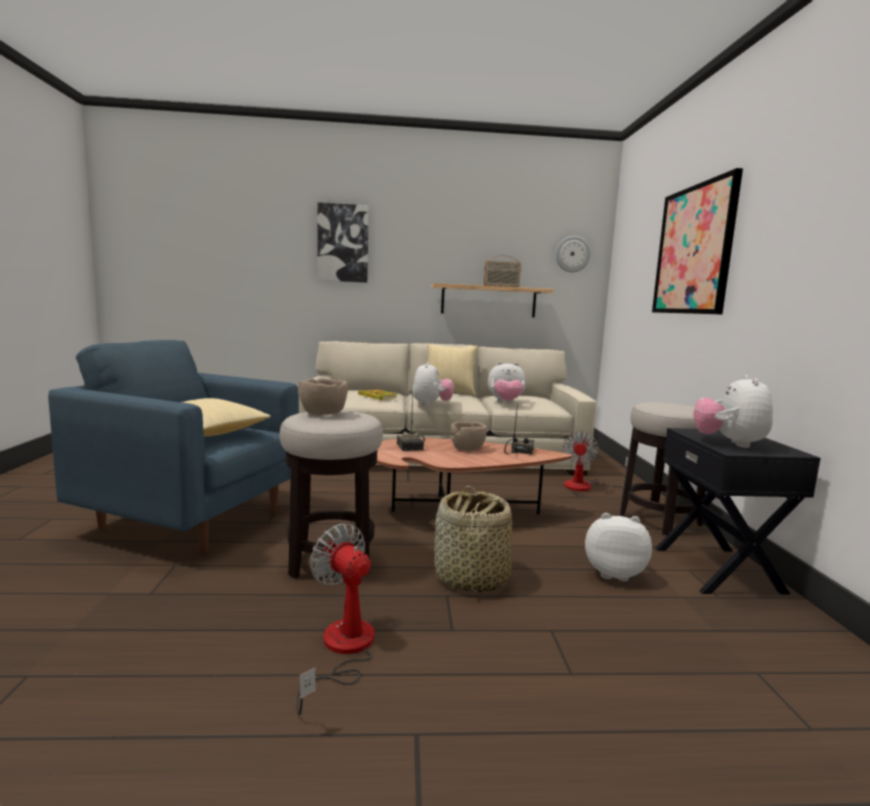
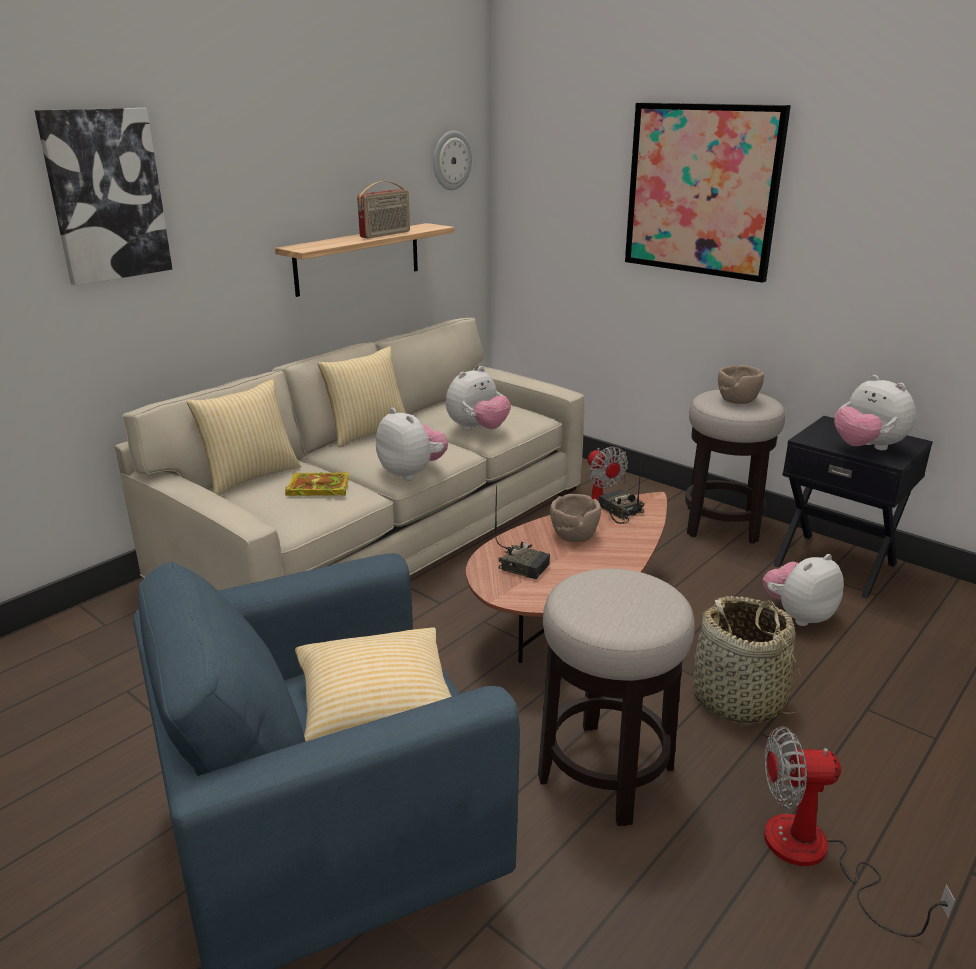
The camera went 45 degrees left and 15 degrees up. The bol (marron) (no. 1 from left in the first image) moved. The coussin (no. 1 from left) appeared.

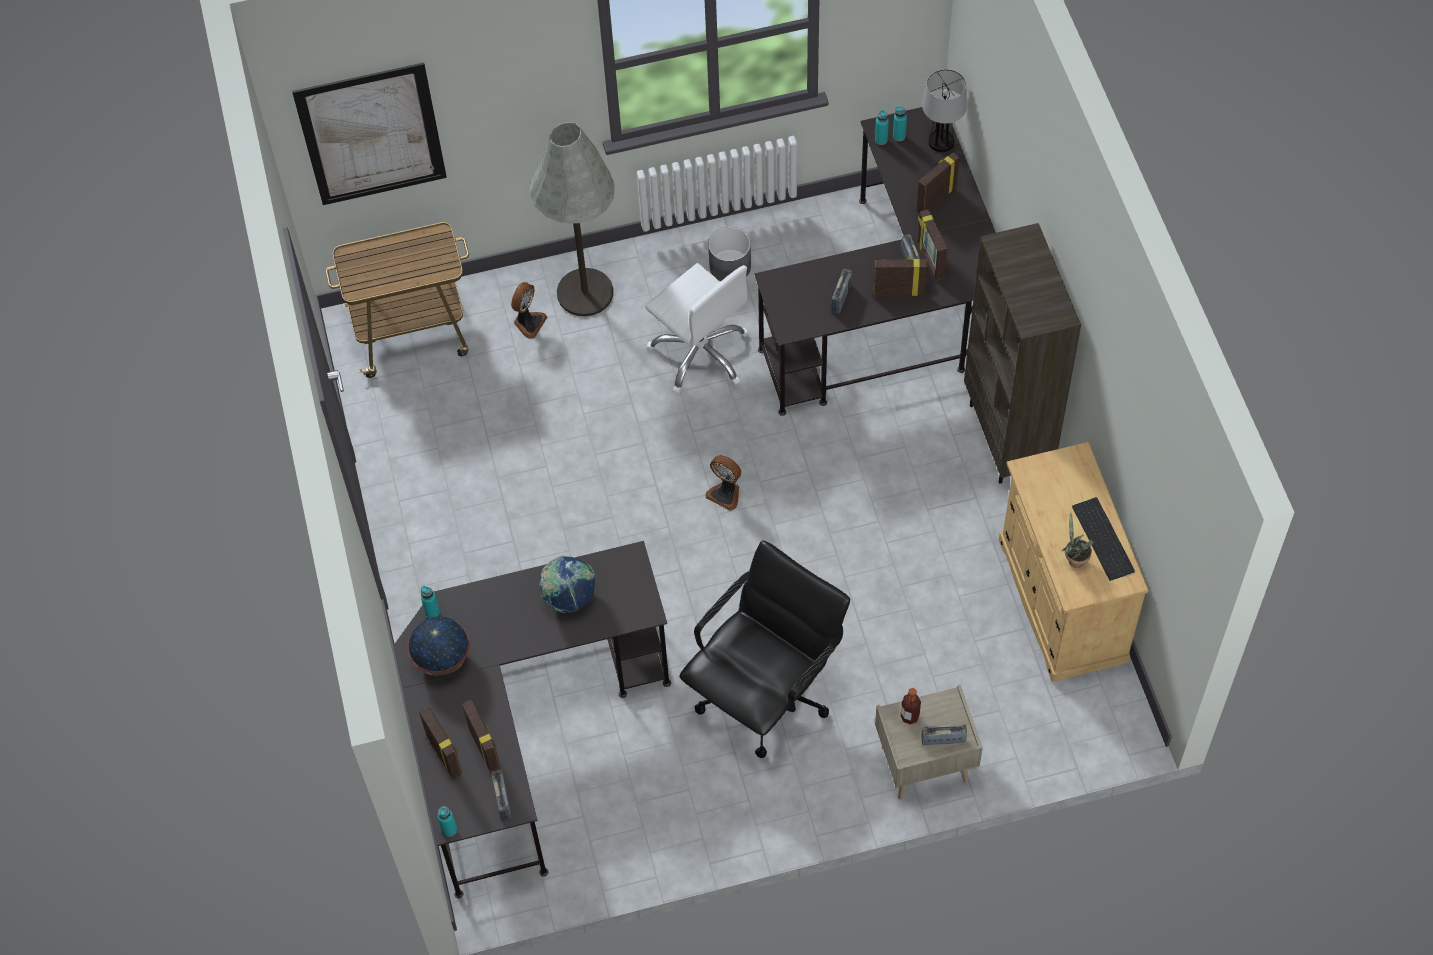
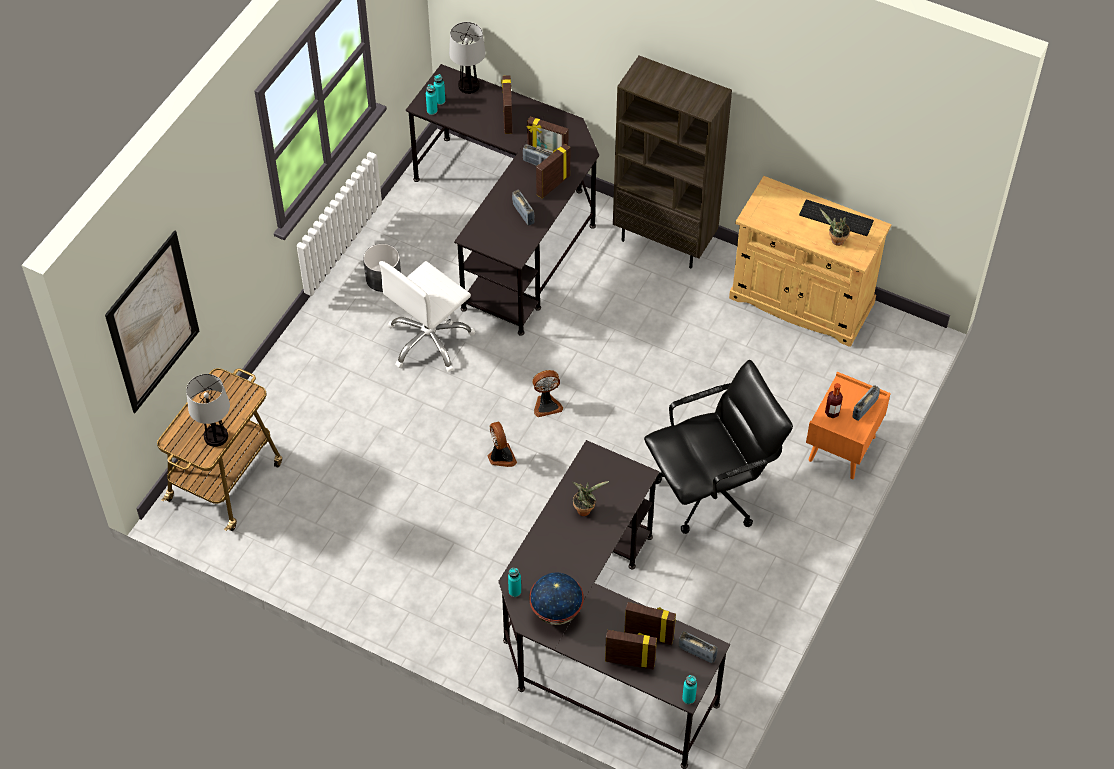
The camera went 50 degrees left and 5 degrees down. The ventilateur (no. 1 from left) moved. The lampadaire (gris) disappeared. The globe (no. 2 from left) was replaced by the plante en pot (no. 1 from left). The chaise de bureau (blanc) turned 135 degrees clockwise. The chaise de bureau (noir) turned 75 degrees clockwise. The table de chevet (beige) became the table de chevet (orange). The lampe de table (no. 1 from left) appeared.

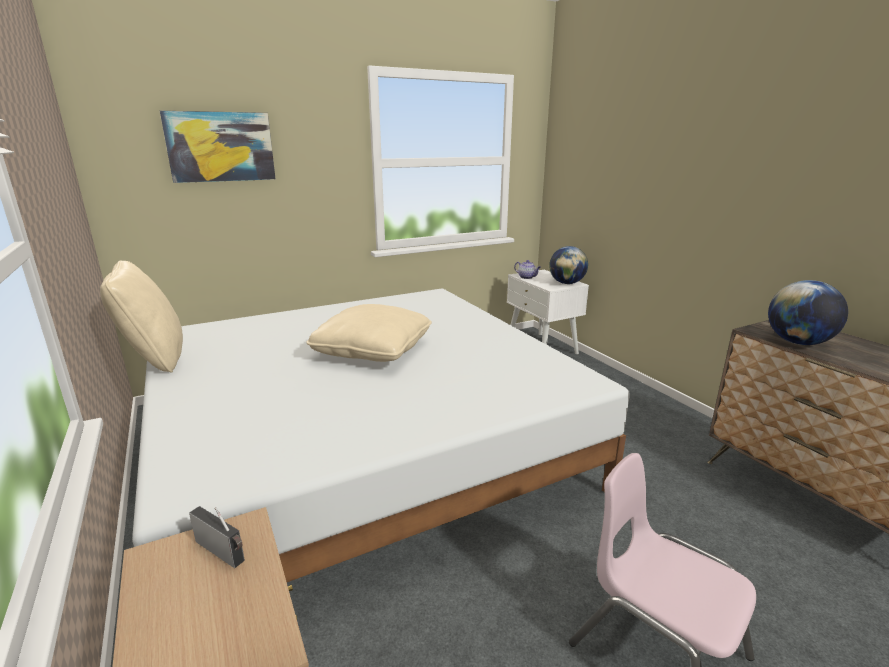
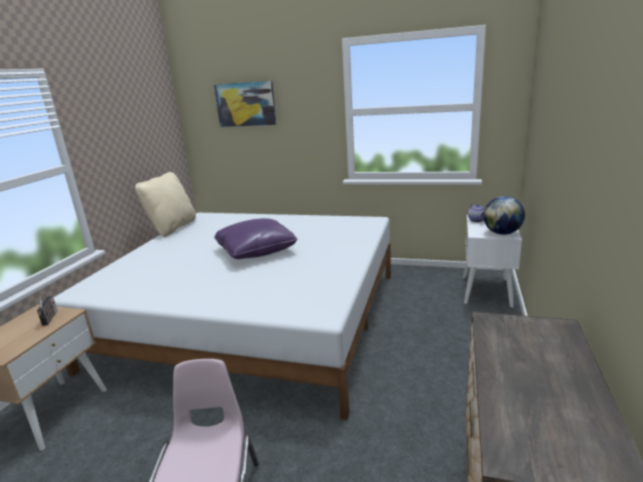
The camera went 45 degrees right and 0 degrees up. The coussin (beige) (no. 2 from left) became the coussin (violet). The globe (no. 2 from left) disappeared.

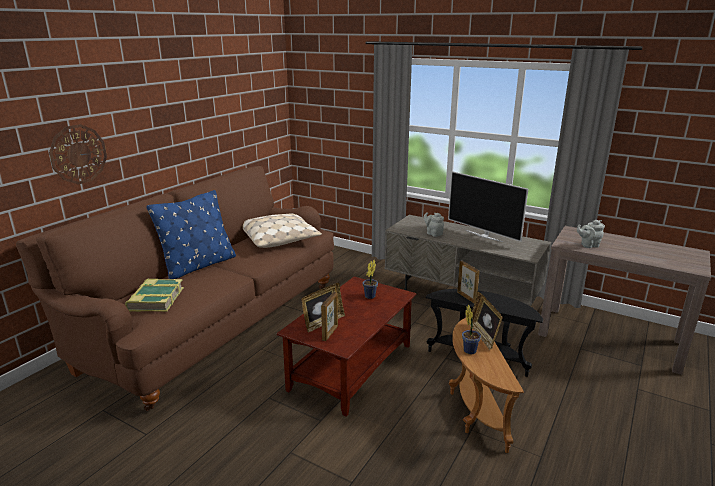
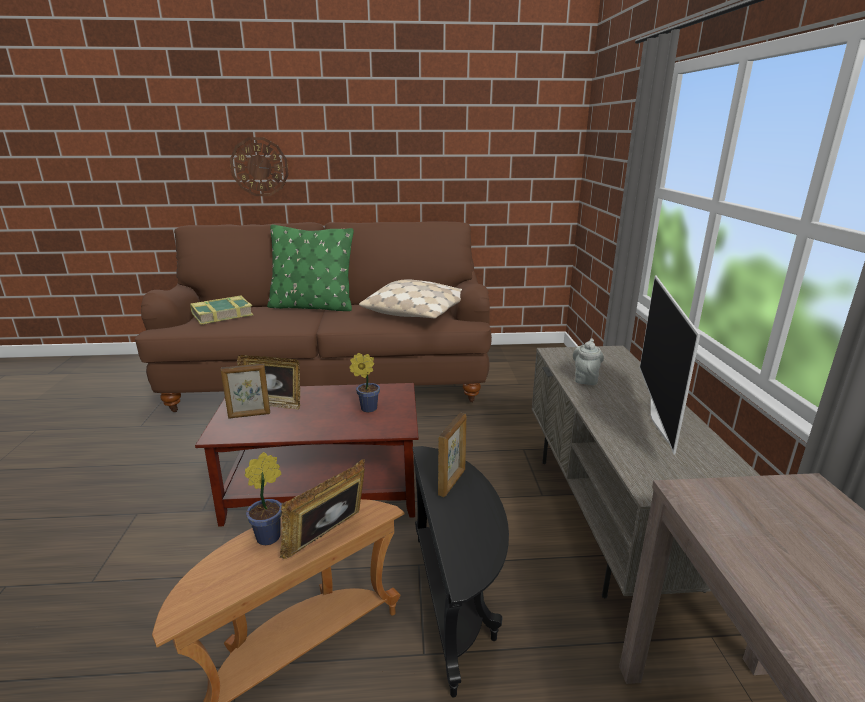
The camera went 55 degrees right and 0 degrees up. The coussin (bleu) became the coussin (vert). The théière (gris) (no. 2 from left) disappeared.

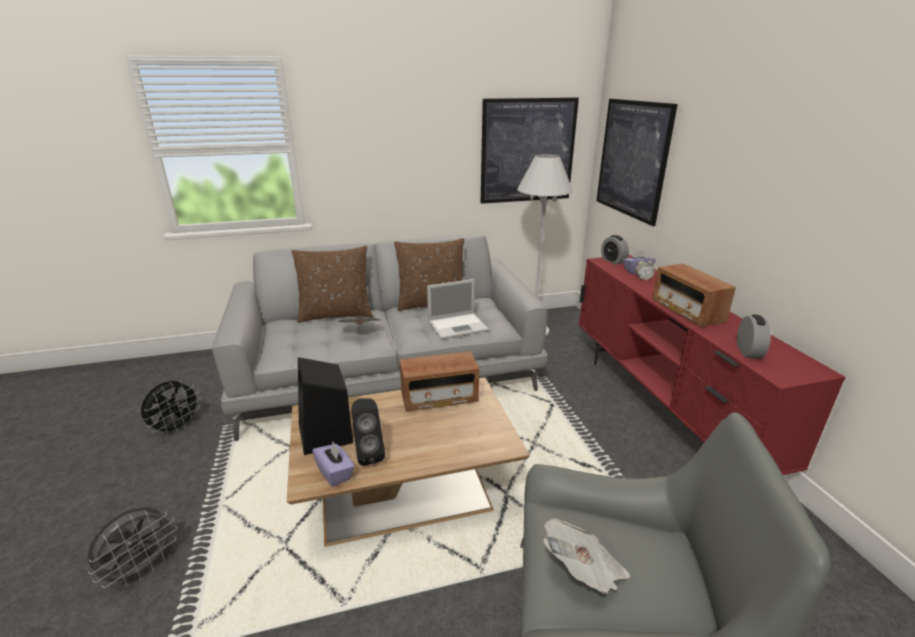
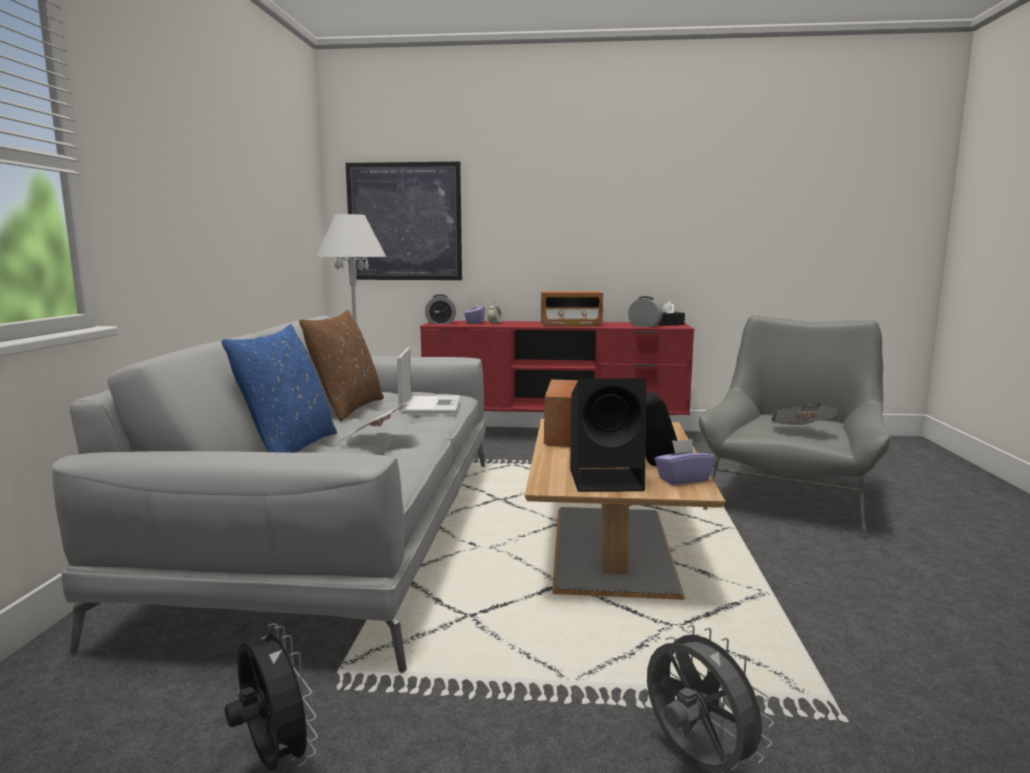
The camera went 70 degrees left and 15 degrees down. The coussin (marron) (no. 1 from left) became the coussin (bleu). The tableau (no. 1 from left) disappeared. The boîte à mouchoirs (noir) appeared.

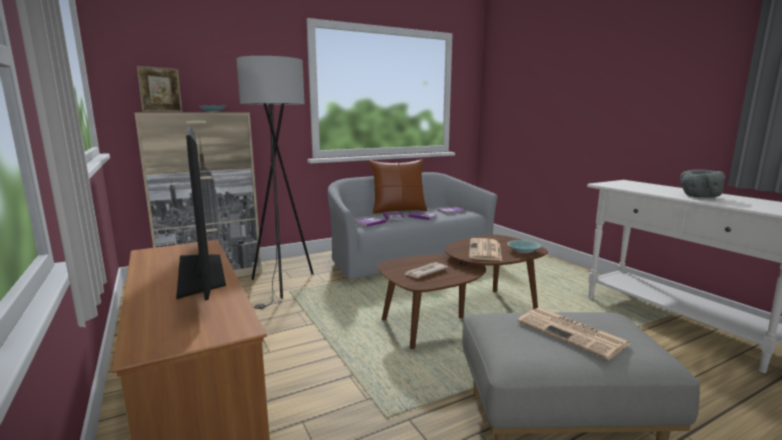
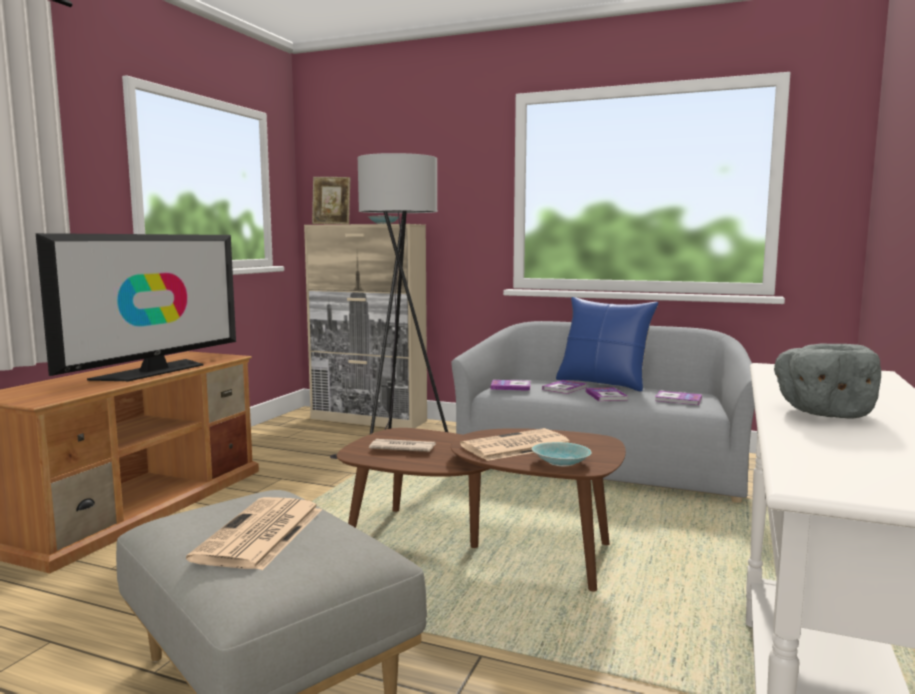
The camera went 50 degrees right and 5 degrees down. The coussin (marron) became the coussin (bleu).

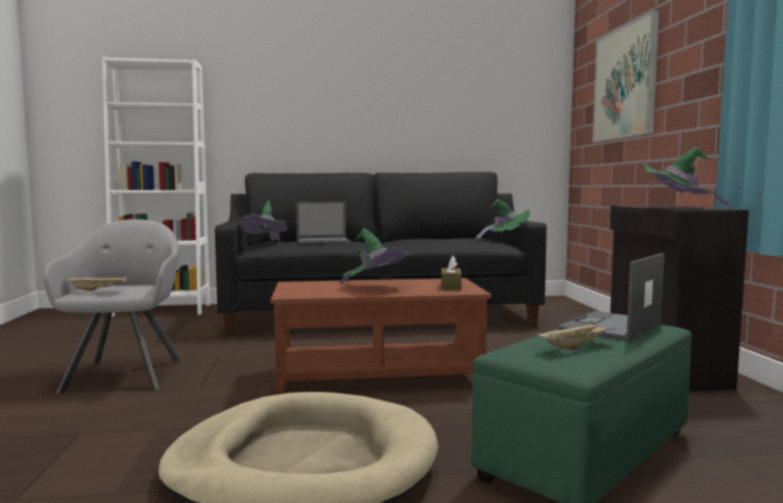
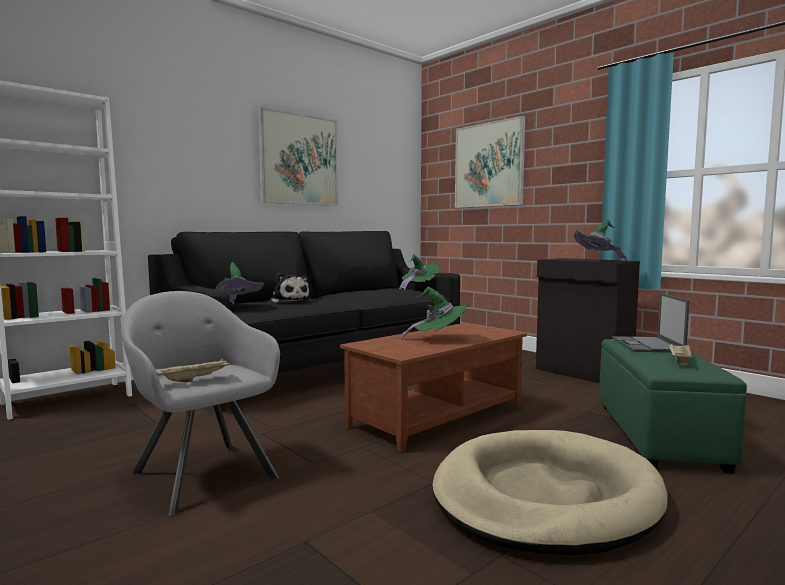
The camera went 35 degrees left and 0 degrees up. The ordinateur portable (no. 1 from left) was replaced by the peluche. The boîte à mouchoirs (marron) disappeared. The tableau (no. 1 from left) appeared.

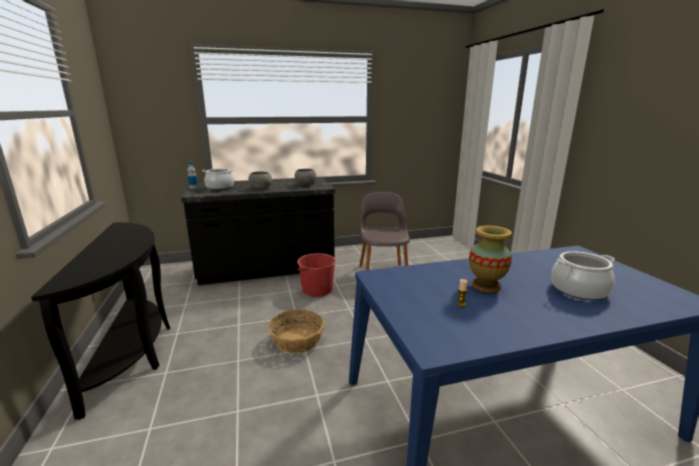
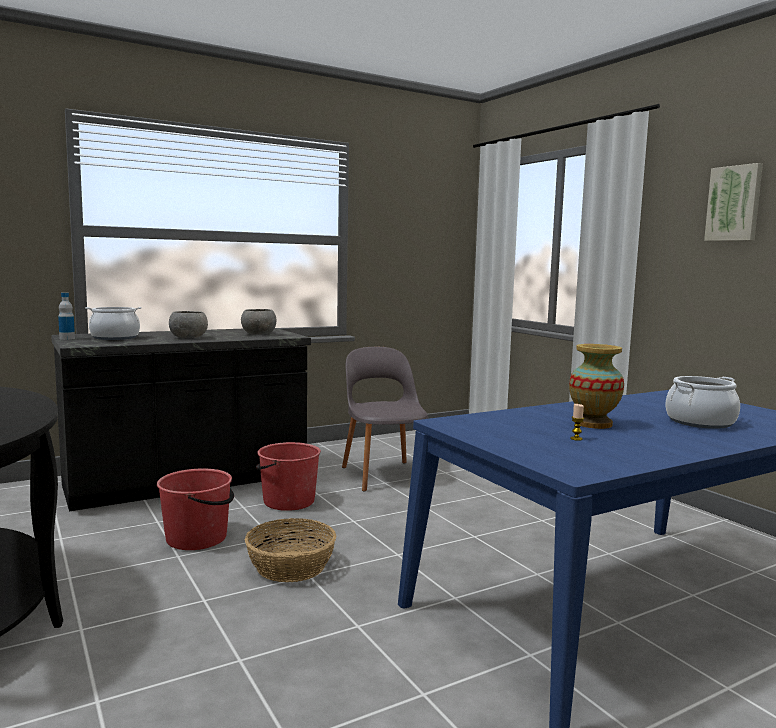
The camera went 15 degrees left and 10 degrees down. The seau (rouge) (no. 1 from left) appeared. The tableau appeared.

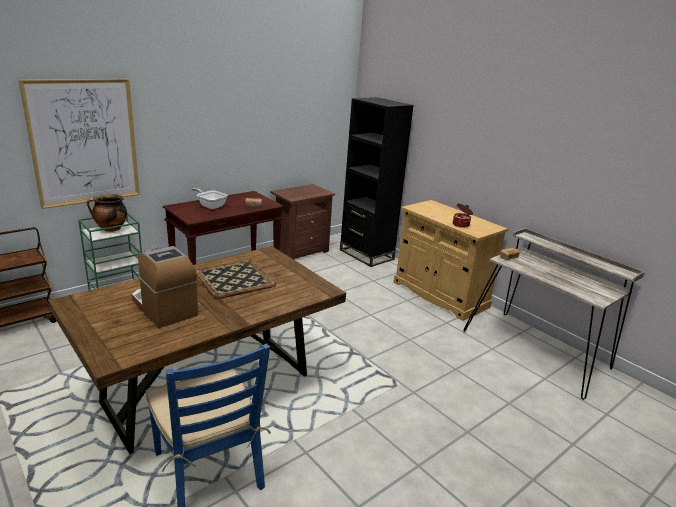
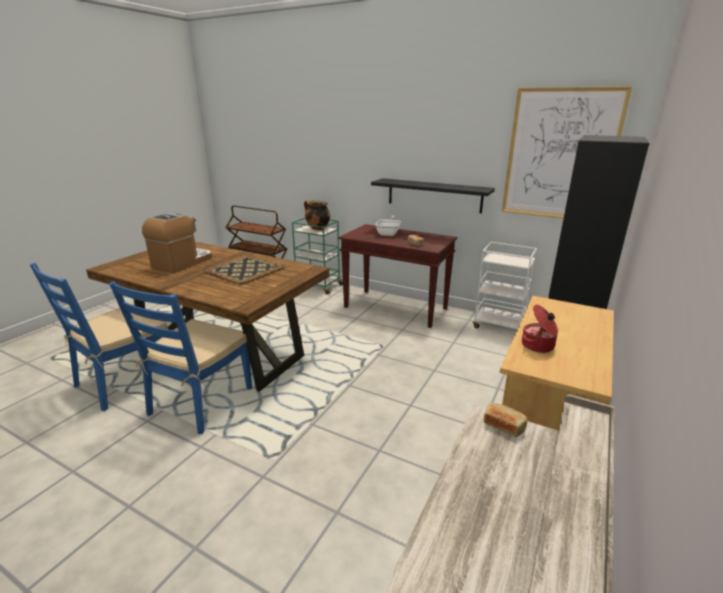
The camera went 70 degrees right and 0 degrees up. The tableau moved. The table de chevet (marron) was replaced by the chariot (blanc). The chaise (bleu) (no. 2 from left) appeared. The étagère (noir) appeared.

